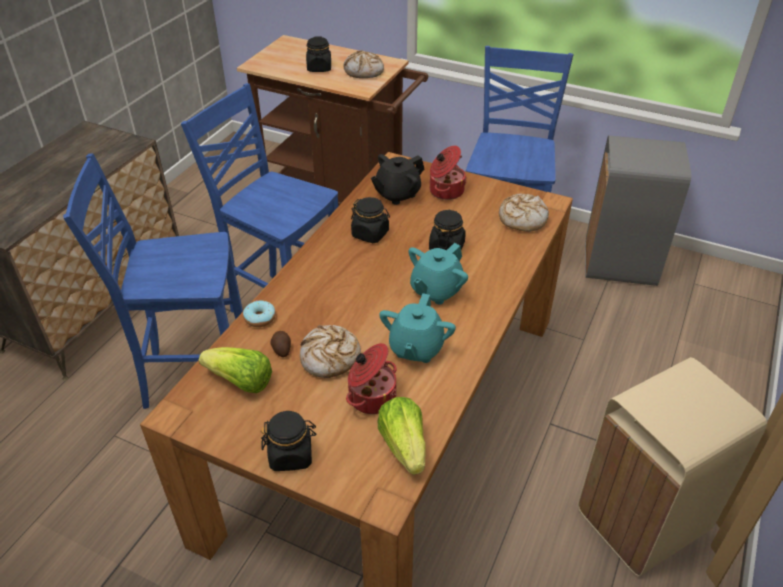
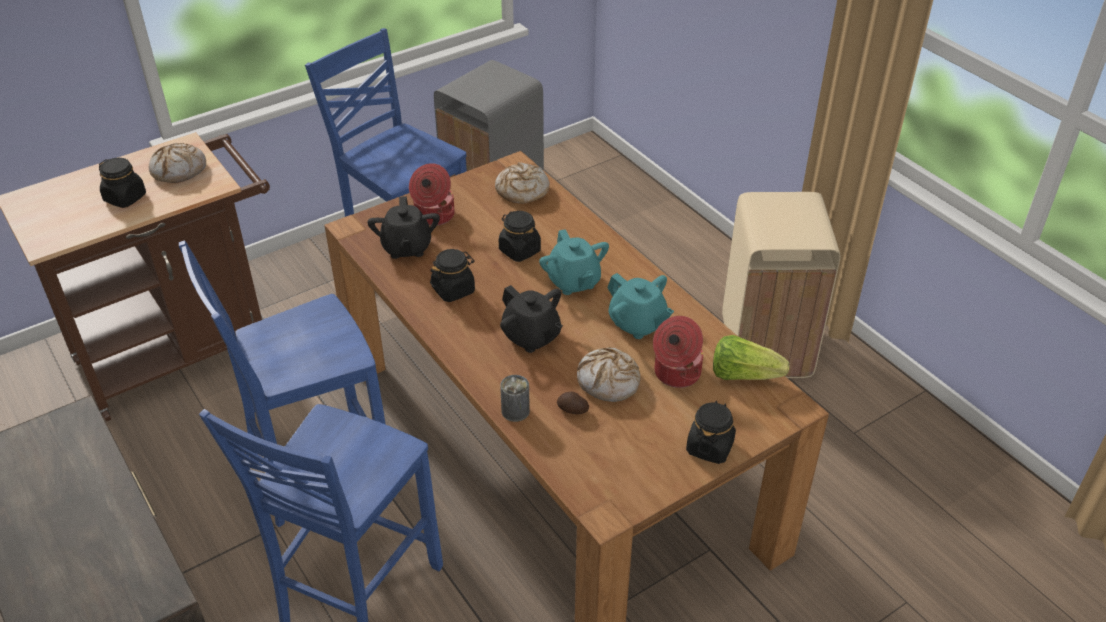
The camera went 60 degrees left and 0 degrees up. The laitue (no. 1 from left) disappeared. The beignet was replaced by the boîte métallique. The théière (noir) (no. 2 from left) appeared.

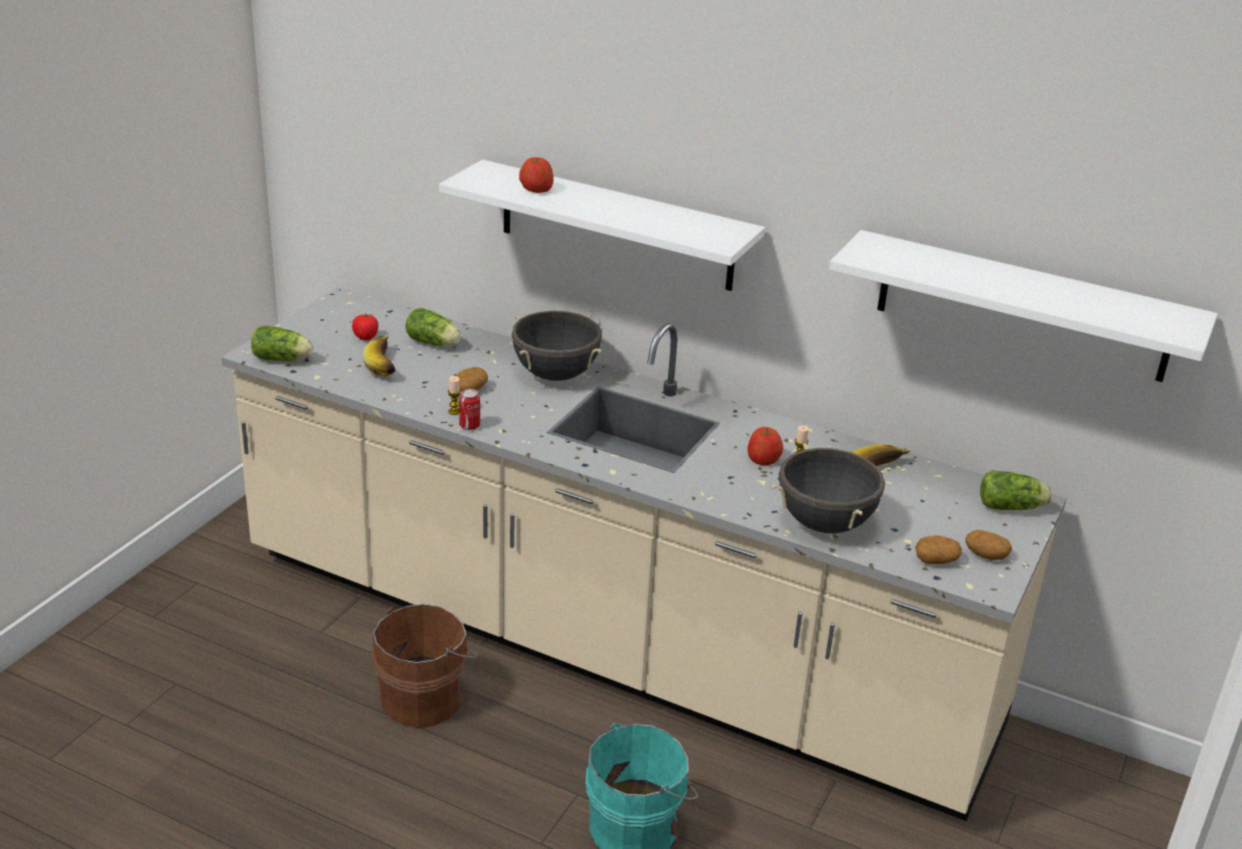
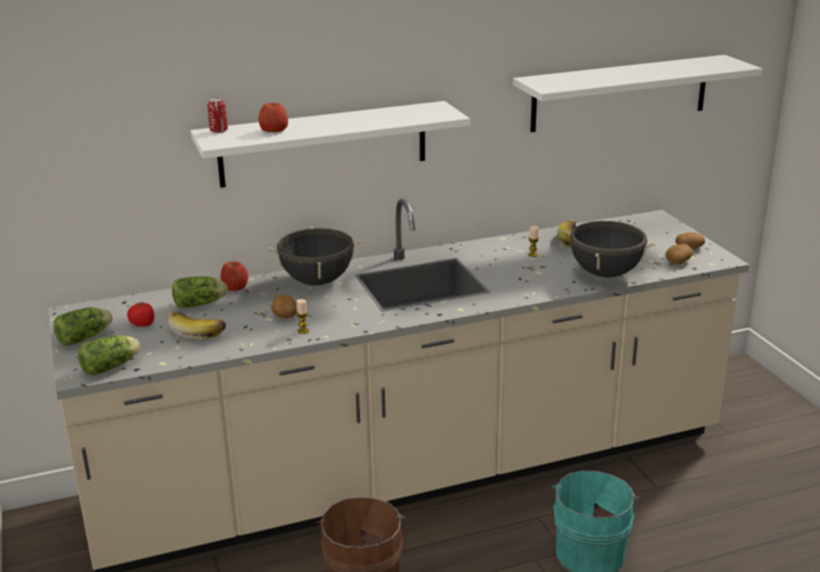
The camera went 45 degrees left and 5 degrees down. The boîte métallique moved. The pomme (no. 2 from left in the first image) moved. The laitue (no. 3 from left in the first image) moved.

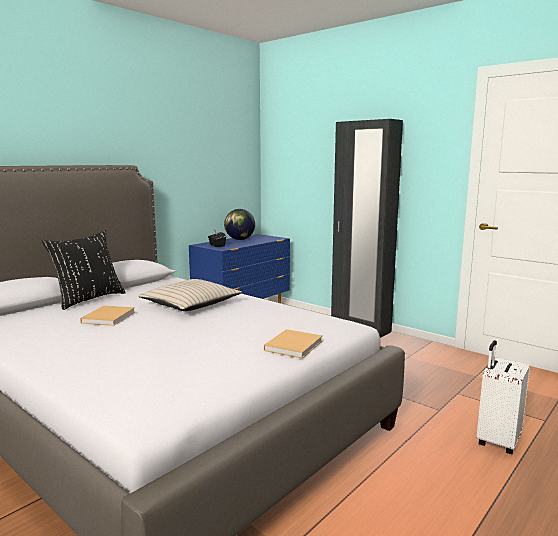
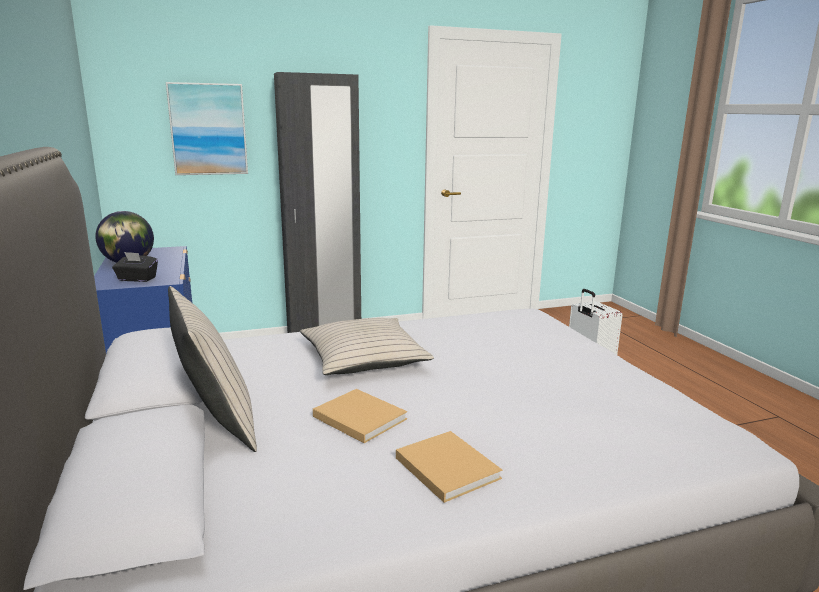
The camera went 60 degrees left and 5 degrees up. The coussin (noir) became the coussin (beige) (no. 1 from left). The livre (beige) (no. 2 from left) moved. The tableau appeared.

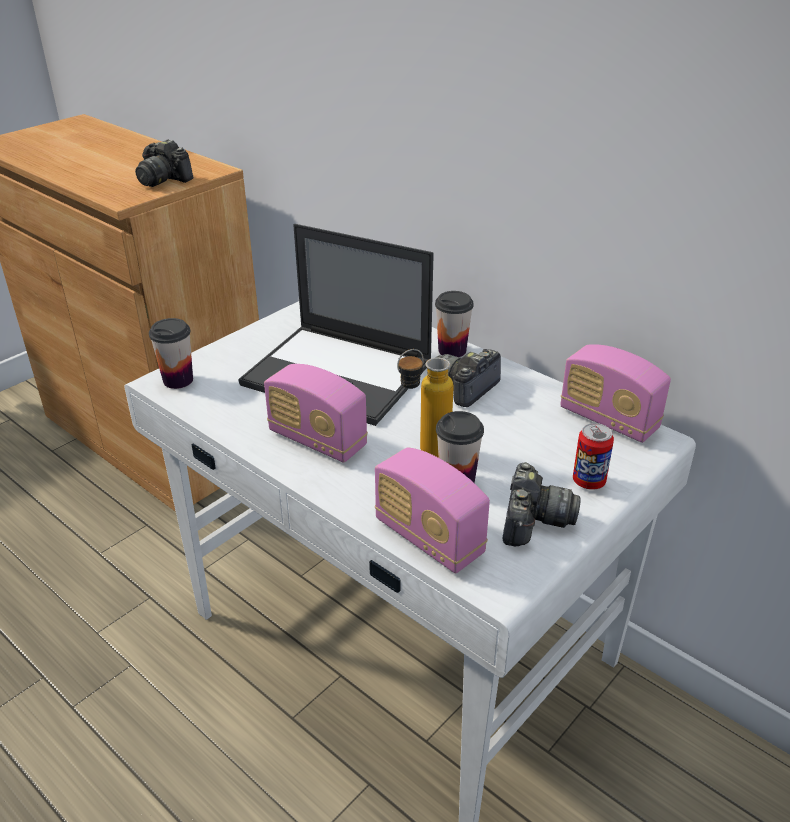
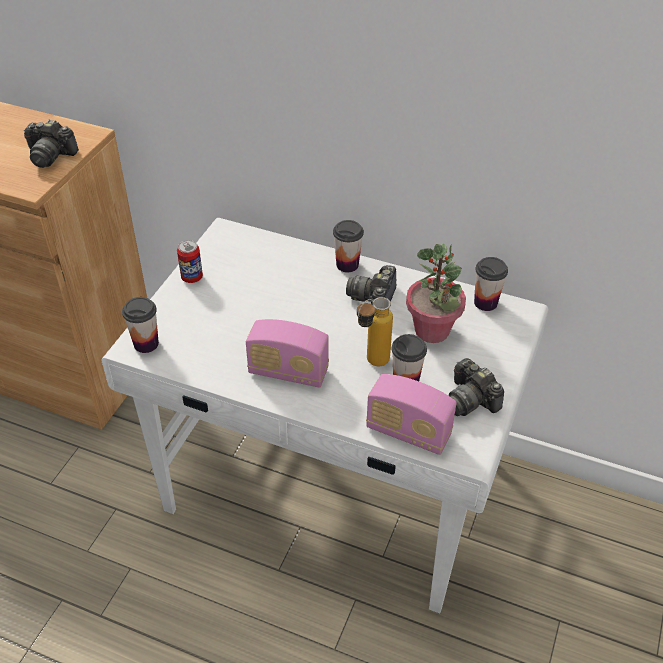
The camera went 20 degrees left and 10 degrees up. The ordinateur portable disappeared. The appareil photo (no. 3 from left) turned 150 degrees clockwise. The radio (no. 3 from left) was replaced by the tasse (no. 4 from left). The boîte métallique moved. The plante en pot appeared.

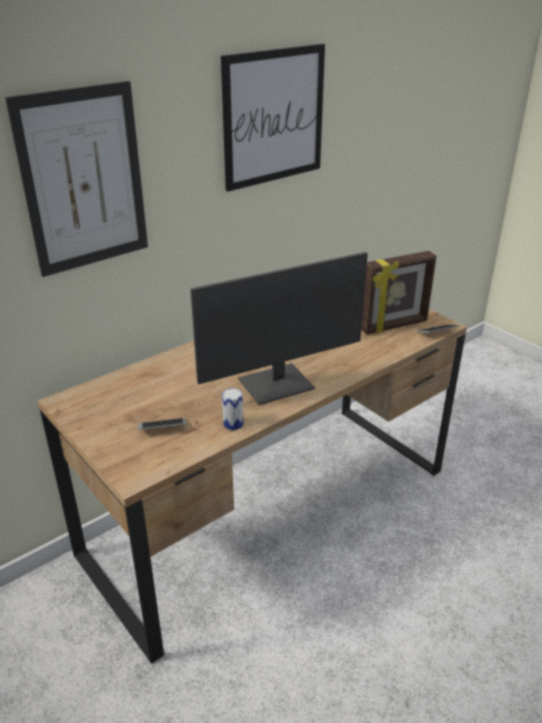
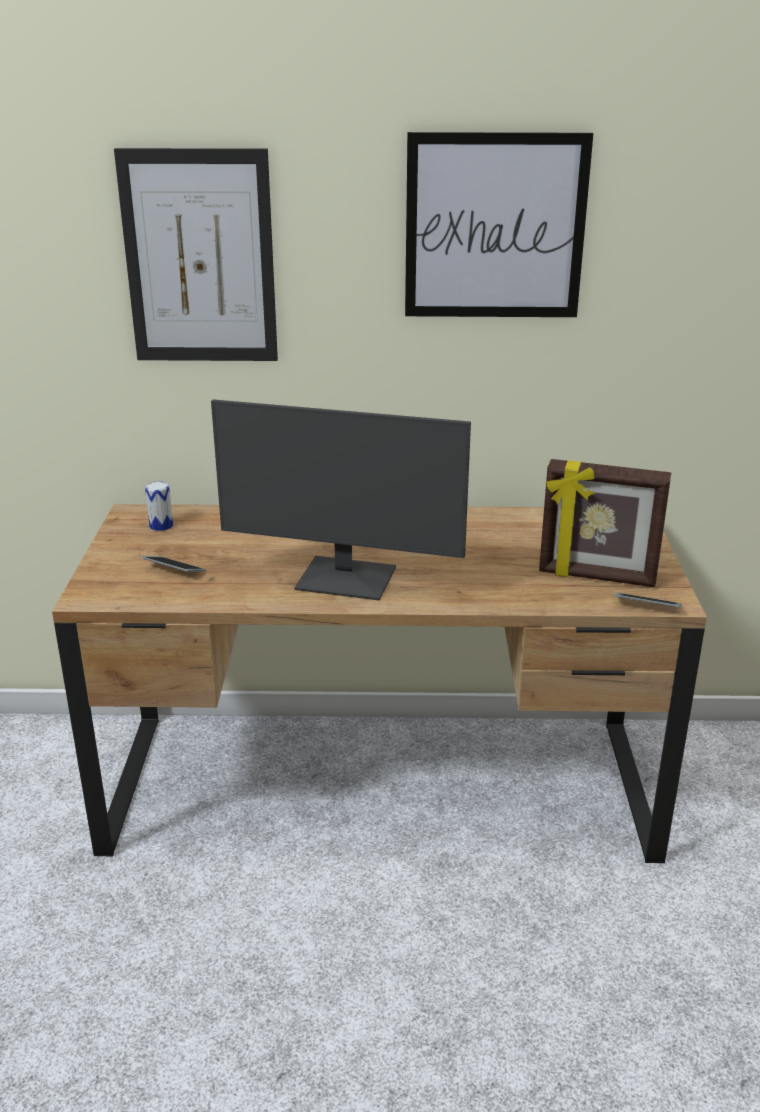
The camera went 40 degrees right and 5 degrees down. The boîte métallique moved.

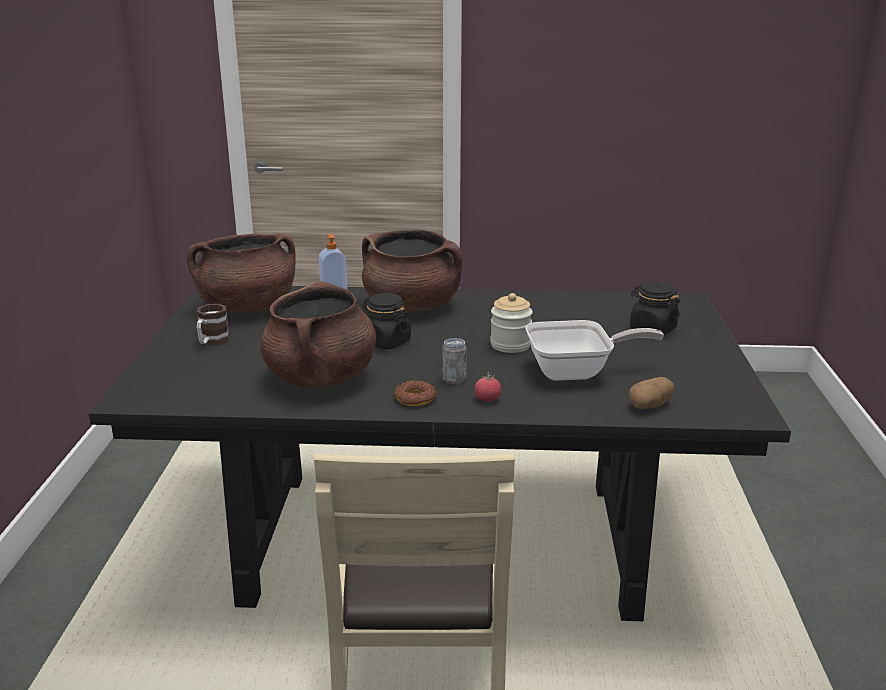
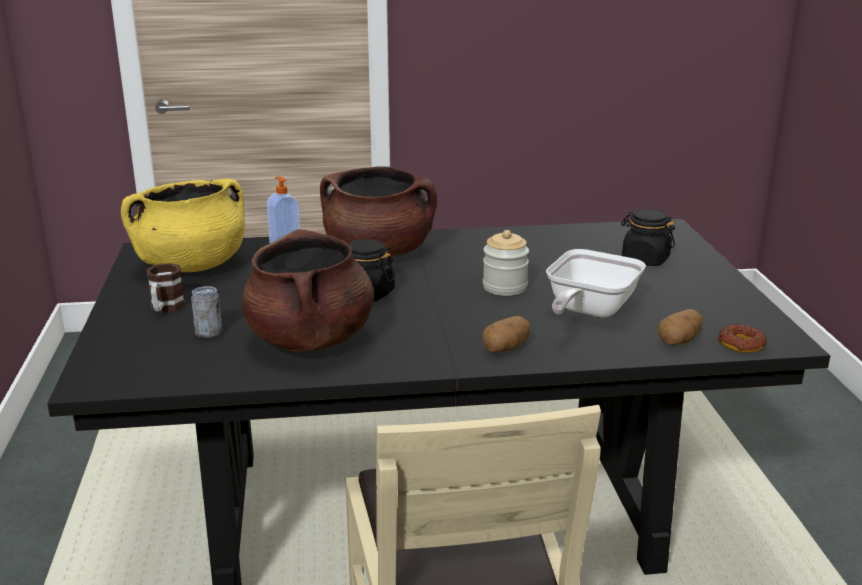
The camera went 10 degrees left and 0 degrees up. The marmite (marron) (no. 1 from left) became the marmite (jaune). The beignet moved. The boîte métallique moved. The tomate was replaced by the pomme de terre (no. 1 from left). The poêle turned 135 degrees clockwise.

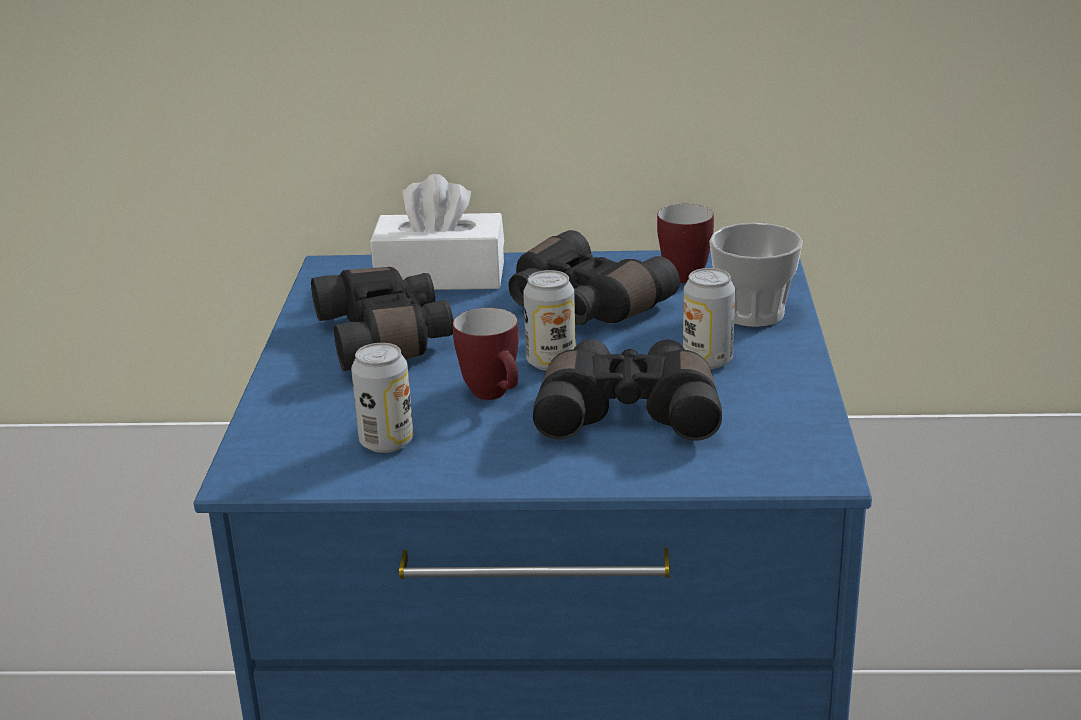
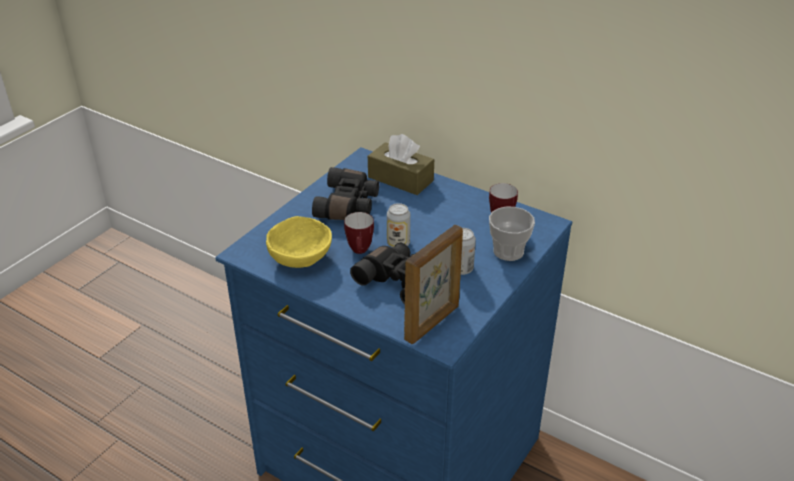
The camera went 30 degrees right and 10 degrees up. The boîte métallique (no. 1 from left) was replaced by the bol (jaune). The boîte à mouchoirs (blanc) became the boîte à mouchoirs (marron). The jumelles (noir) (no. 2 from left) disappeared. The cadre photo appeared.

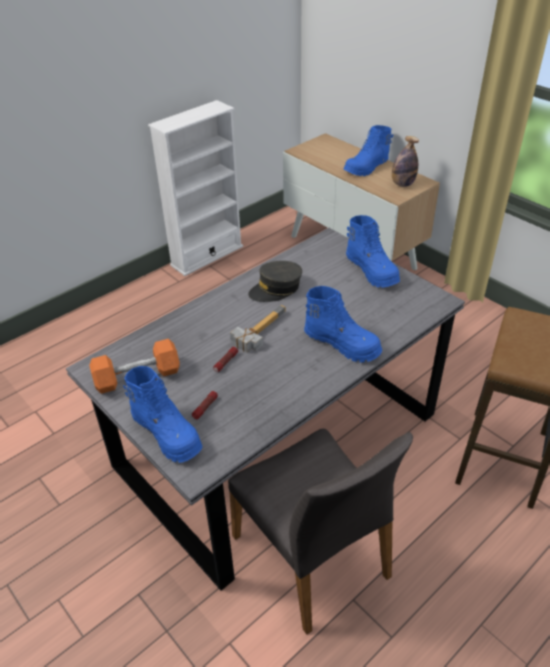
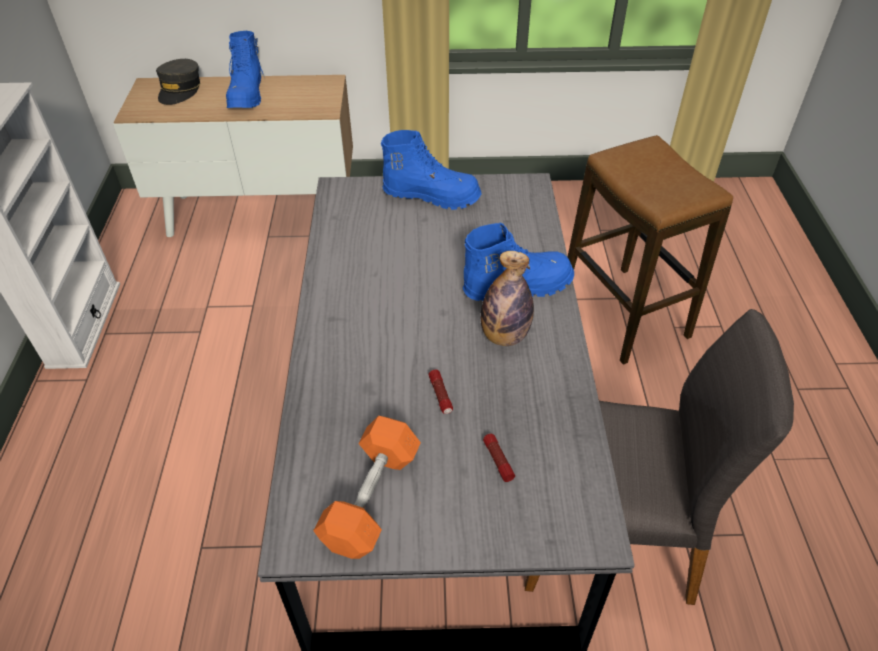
The camera went 50 degrees left and 5 degrees up. The botte (bleu) (no. 1 from left) disappeared. The marteau disappeared. The casquette (gris) moved. The bouteille moved.

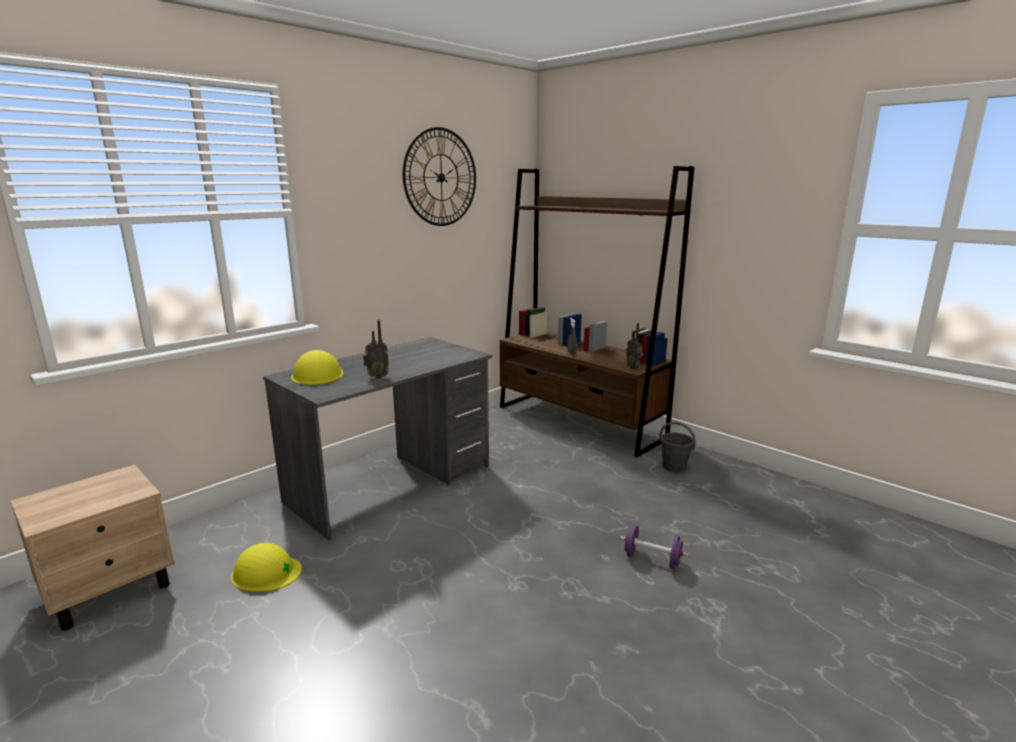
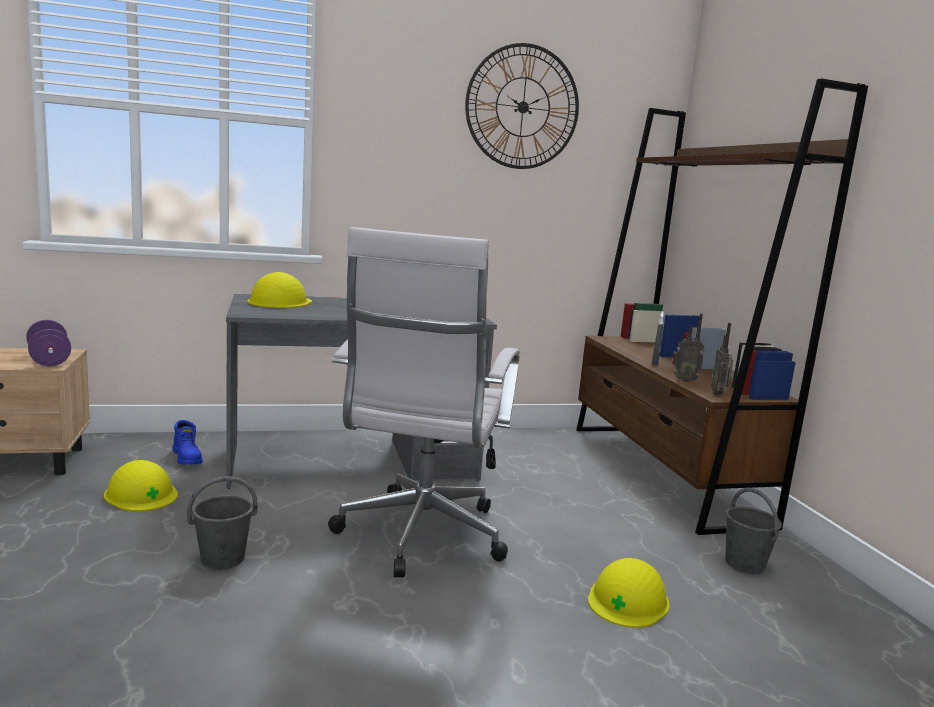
The camera went 30 degrees right and 5 degrees down. The radio (no. 1 from left) moved. The haltère (violet) moved. The botte (bleu) appeared. The seau (gris) (no. 1 from left) appeared. The chaise de bureau (blanc) appeared. The casque de chantier (jaune) (no. 3 from left) appeared.

